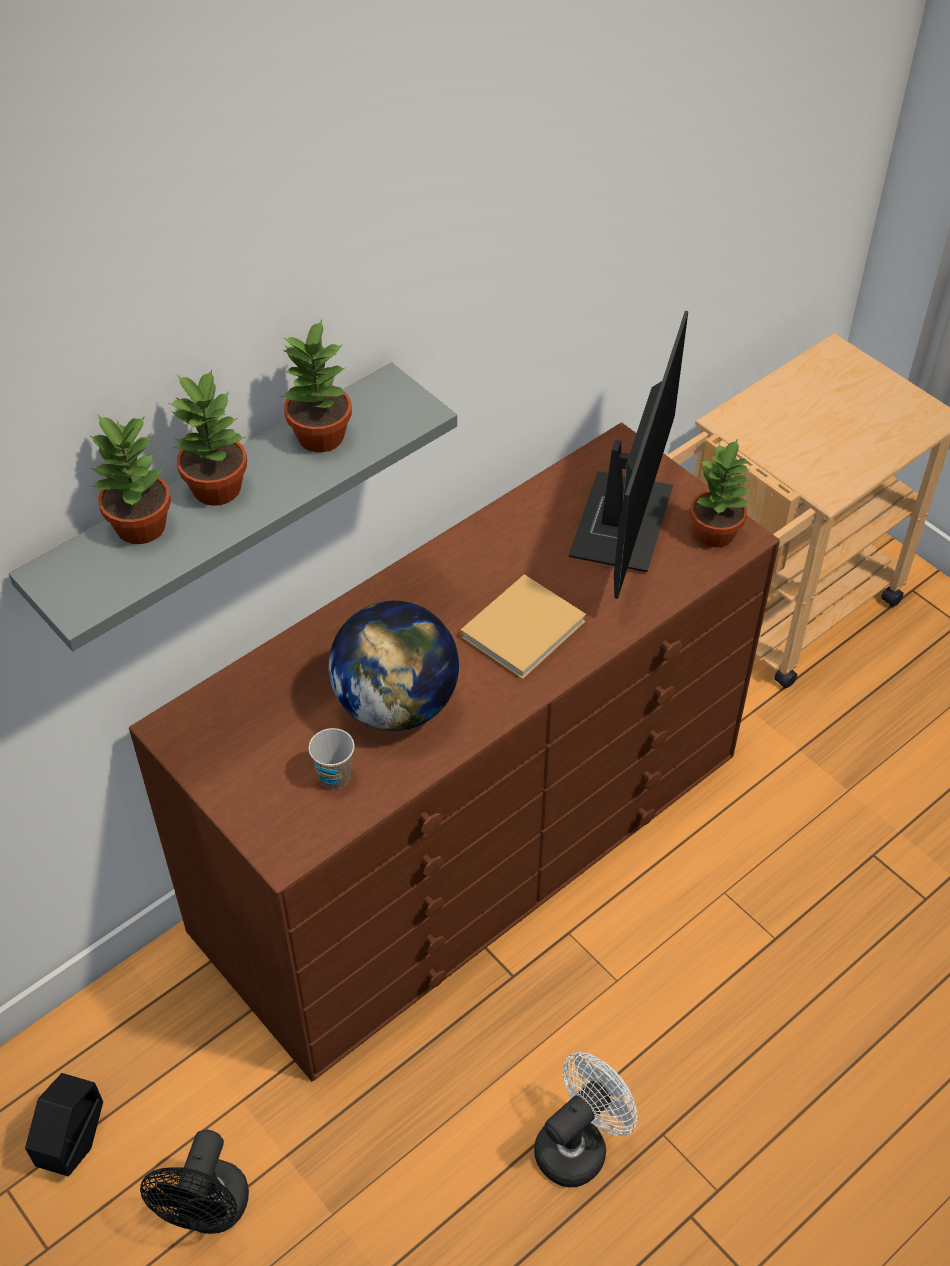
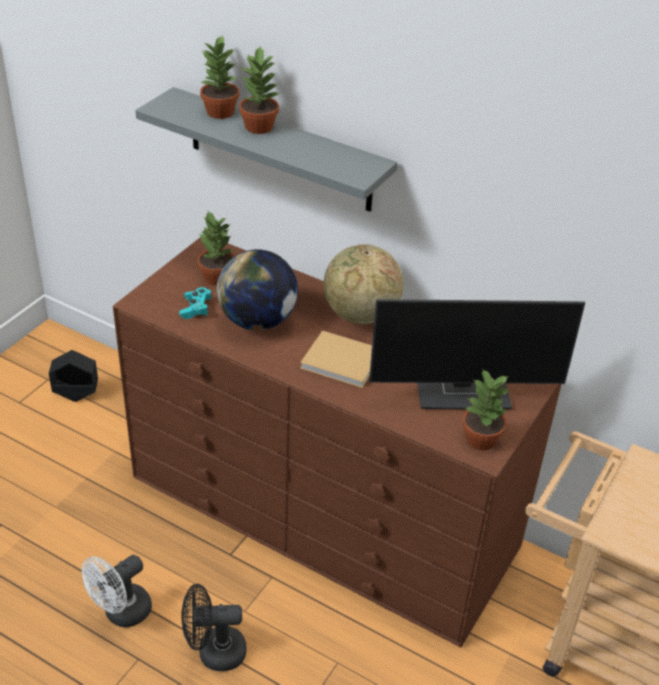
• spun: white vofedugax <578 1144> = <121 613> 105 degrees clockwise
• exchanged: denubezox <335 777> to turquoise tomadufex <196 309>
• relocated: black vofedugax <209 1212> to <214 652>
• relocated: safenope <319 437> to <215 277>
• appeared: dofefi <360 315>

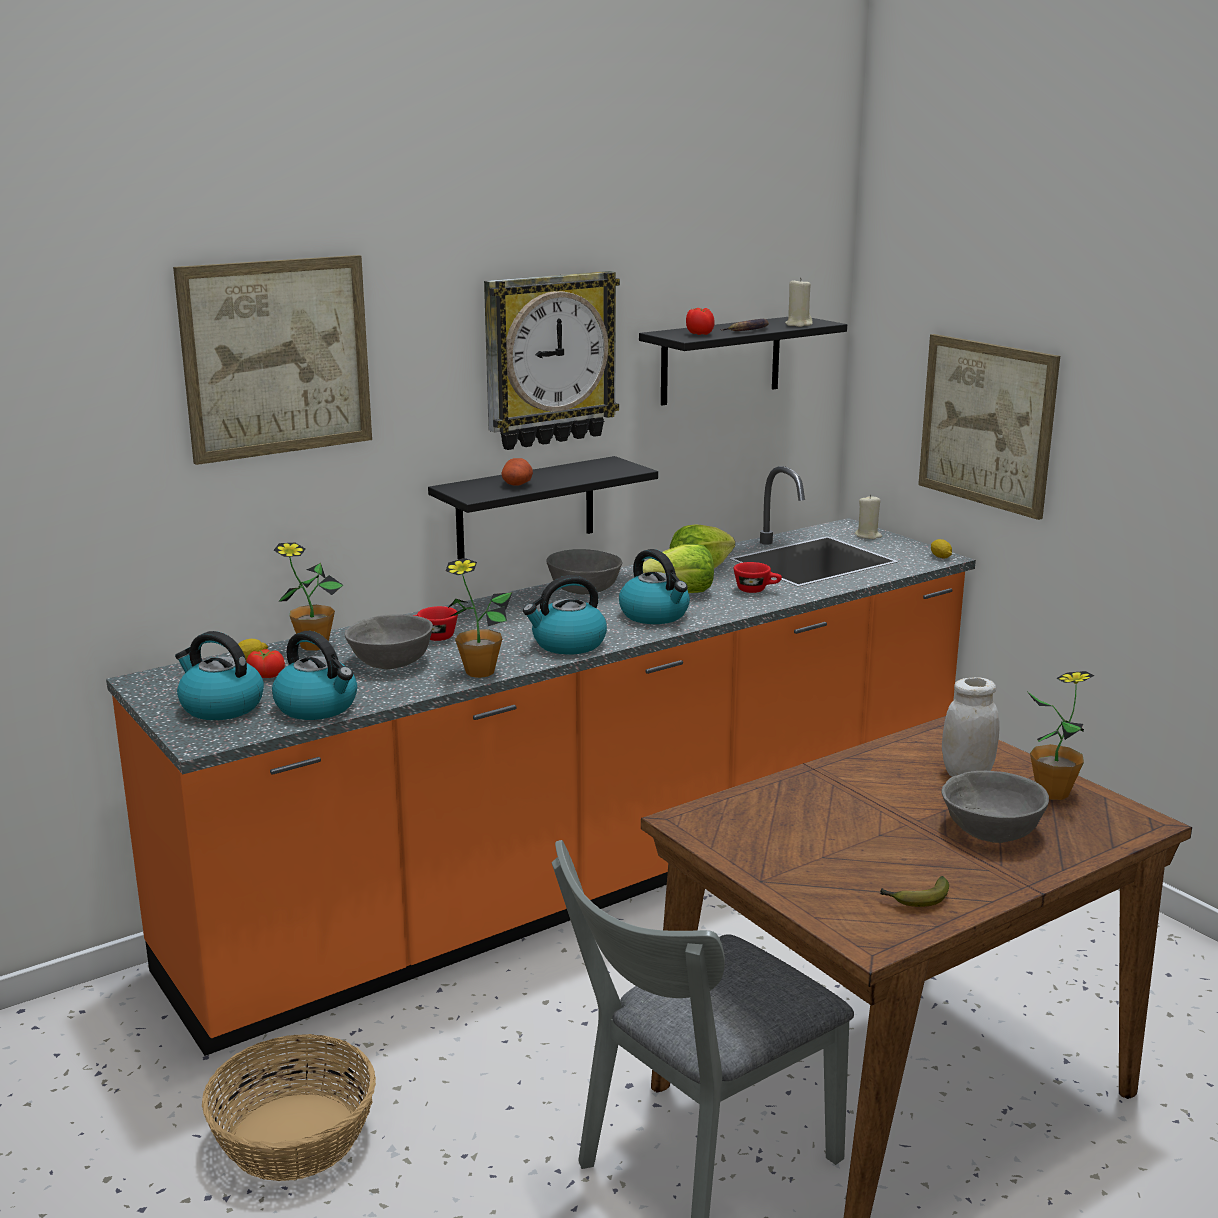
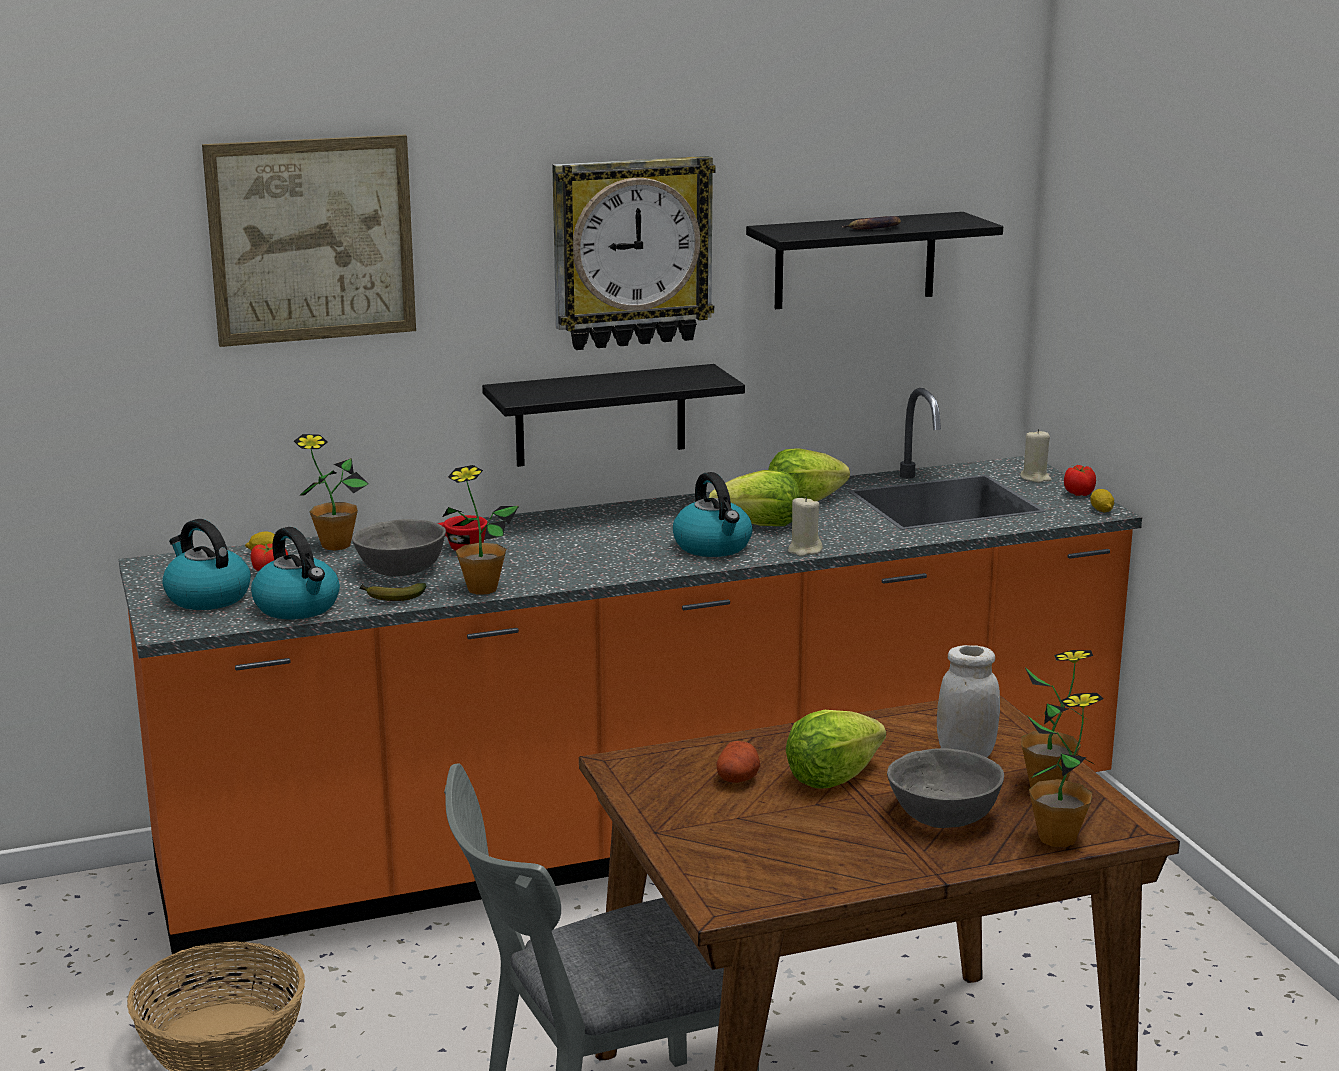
• relocated: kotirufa <916 899> to <391 597>
• relocated: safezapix <517 484> to <738 778>
• appeared: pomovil <832 777>
• relocated: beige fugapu <798 324> to <804 550>
• appeared: safenope <1057 838>
• relocated: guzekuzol <700 334> to <1079 493>
• missing: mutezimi <568 644>
• missing: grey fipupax <584 589>
• missing: red denubezox <757 590>
• missing: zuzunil <987 424>

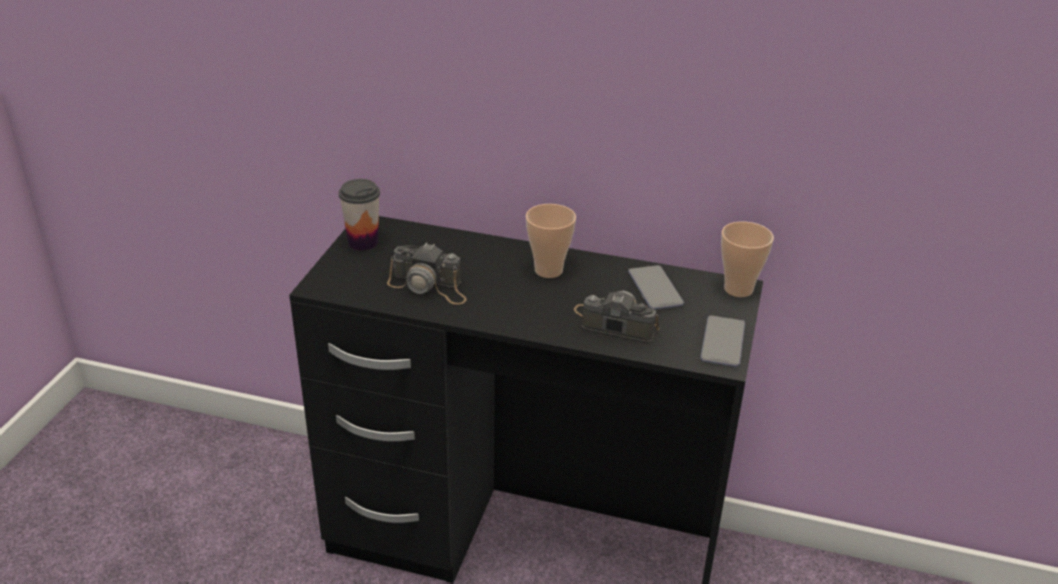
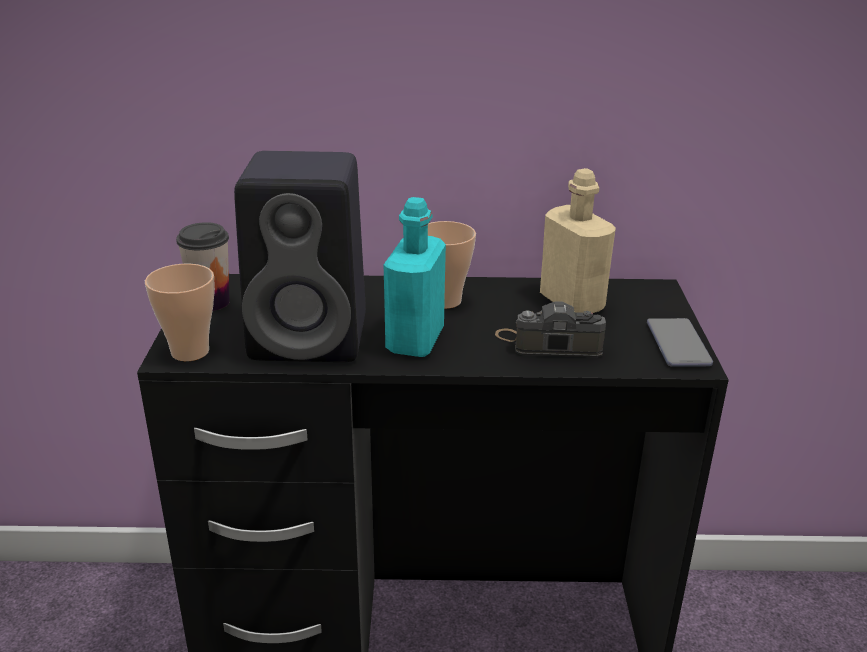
• relocated: denubezox <738 289> to <190 352>
• exchanged: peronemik <429 287> to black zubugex <313 337>
• appeared: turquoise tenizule <415 340>
• exchanged: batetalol <655 289> to beige tenizule <571 302>

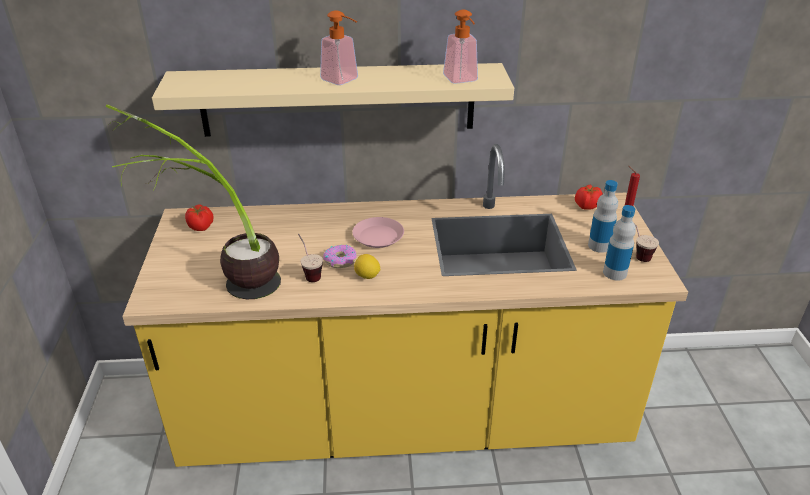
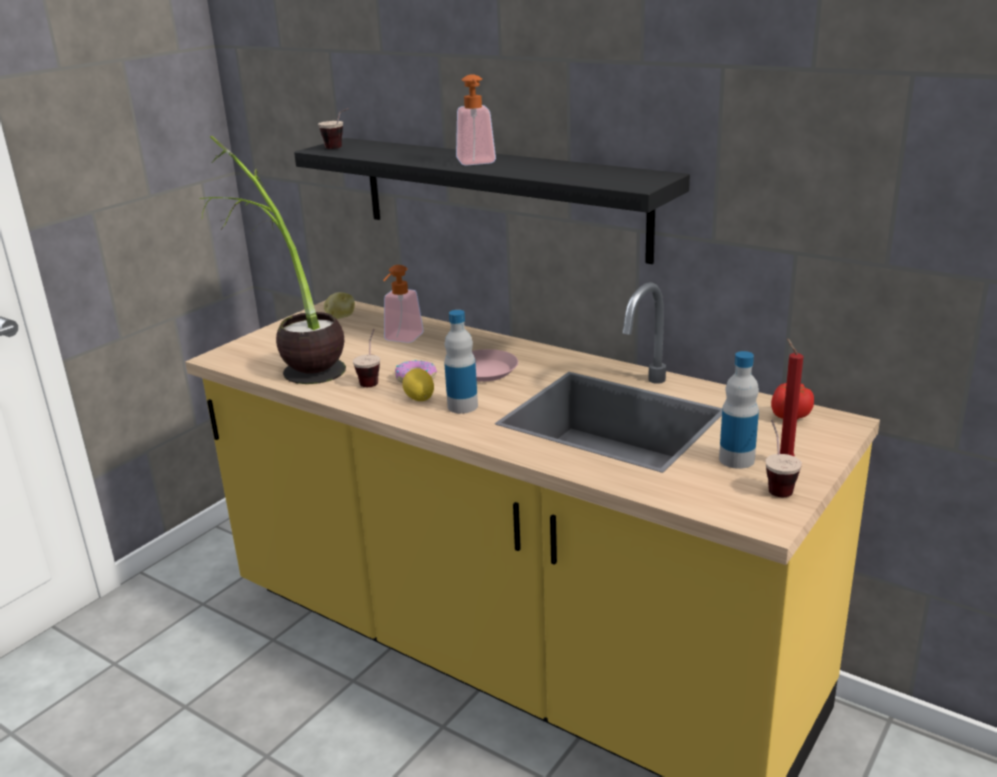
• colour: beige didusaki <338 100> to black didusaki <499 197>
• appeared: denubezox <339 149>
• exchanged: guzekuzol <201 227> to safezapix <340 317>
• relocated: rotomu <462 80> to <401 339>
• relocated: tenizule <614 273> to <462 406>

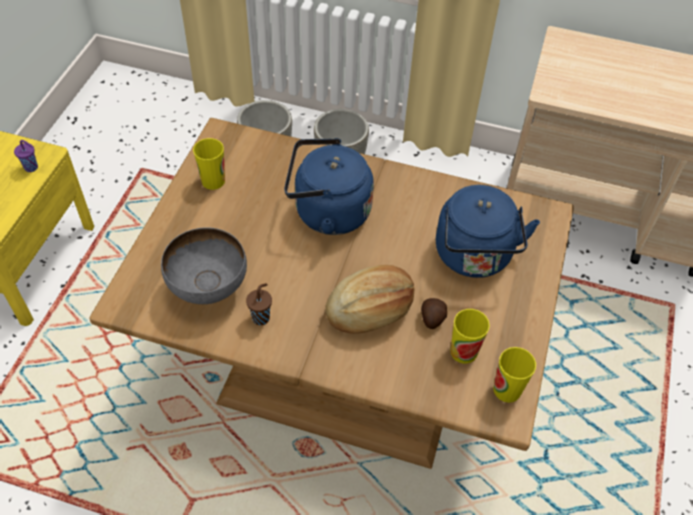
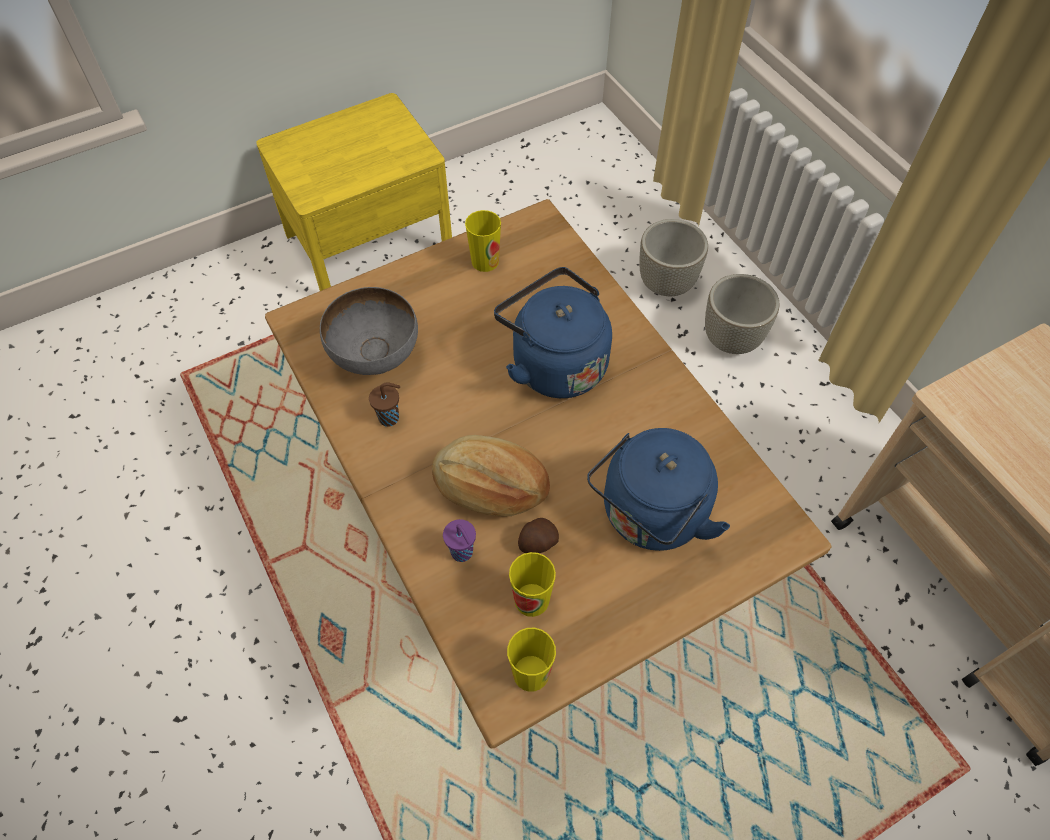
• relocated: purple denubezox <32 168> to <462 553>

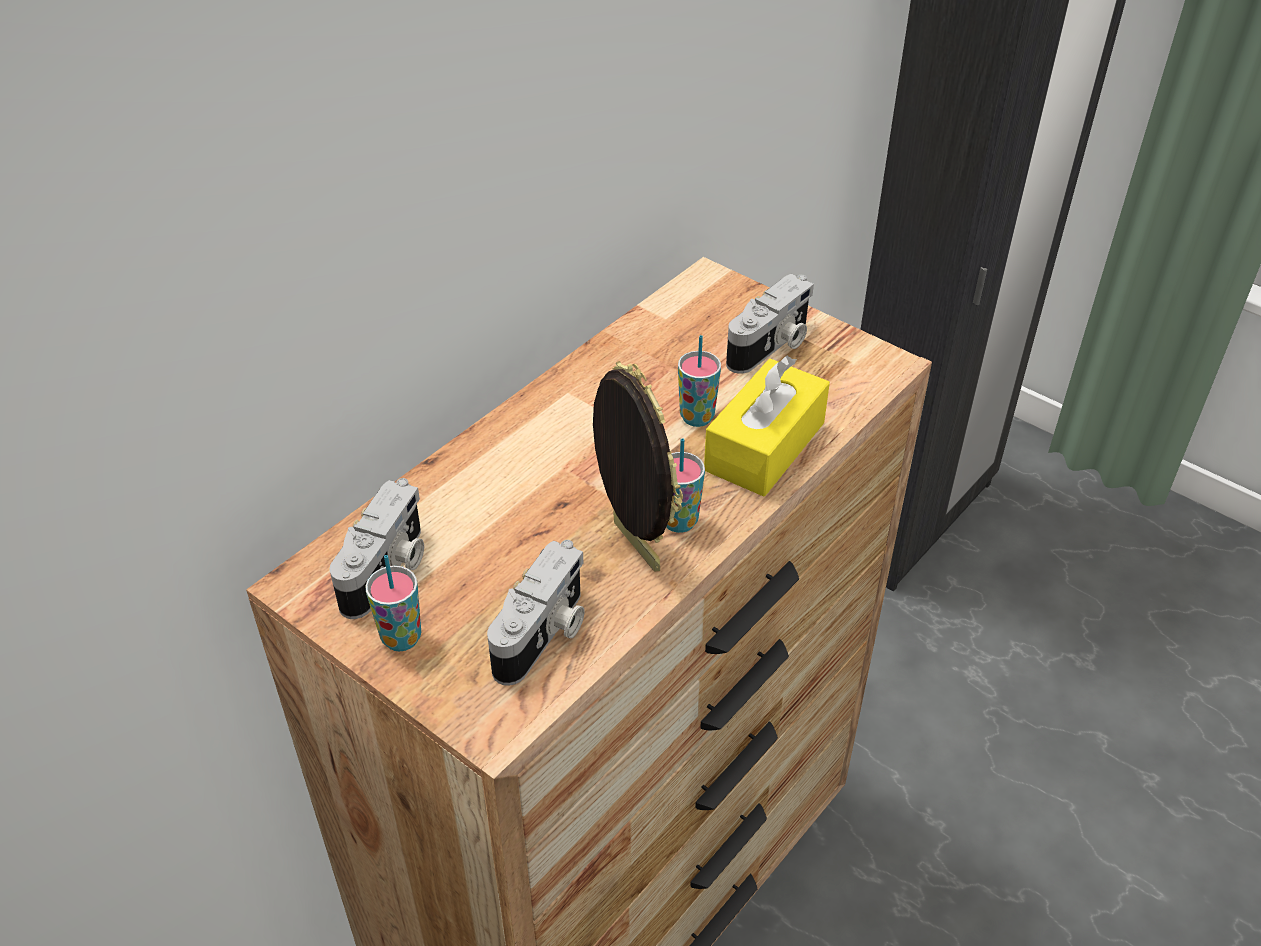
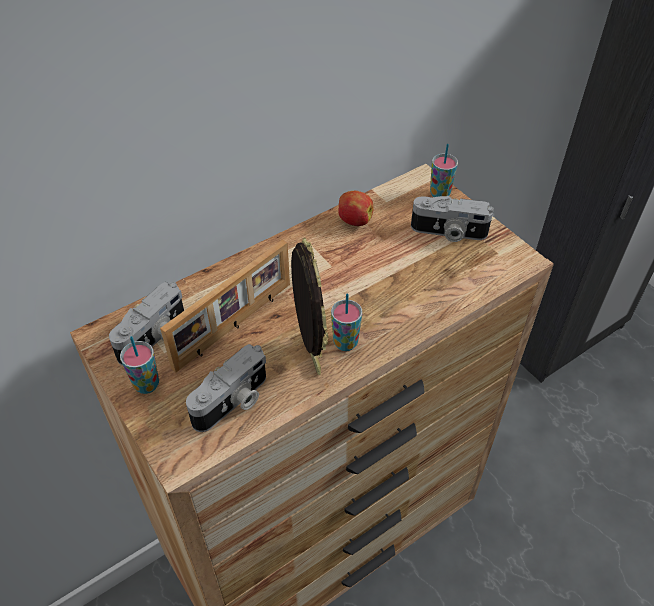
• appeared: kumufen <235 326>
• appeared: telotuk <354 220>
• spun: peronemik <771 346> = <448 233> 45 degrees clockwise
• relocated: denubezox <697 417> to <440 194>
• missing: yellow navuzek <765 446>

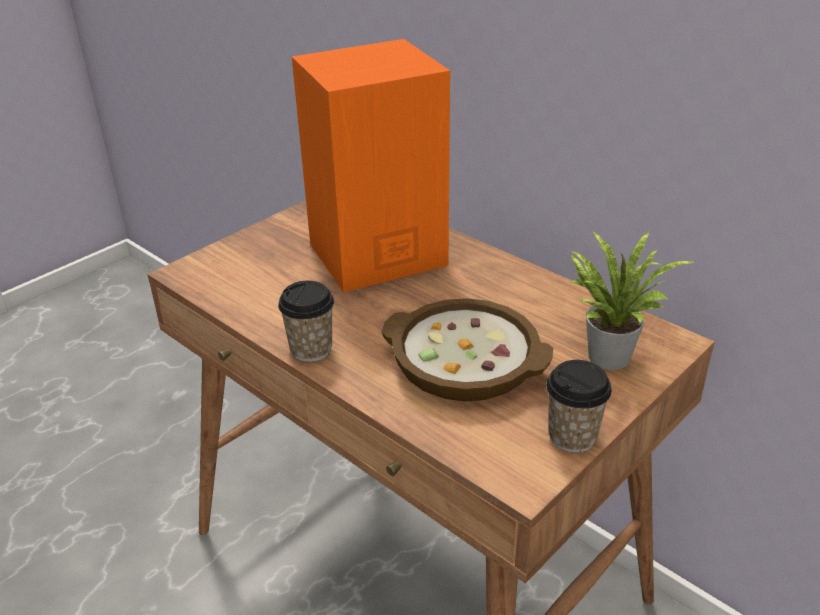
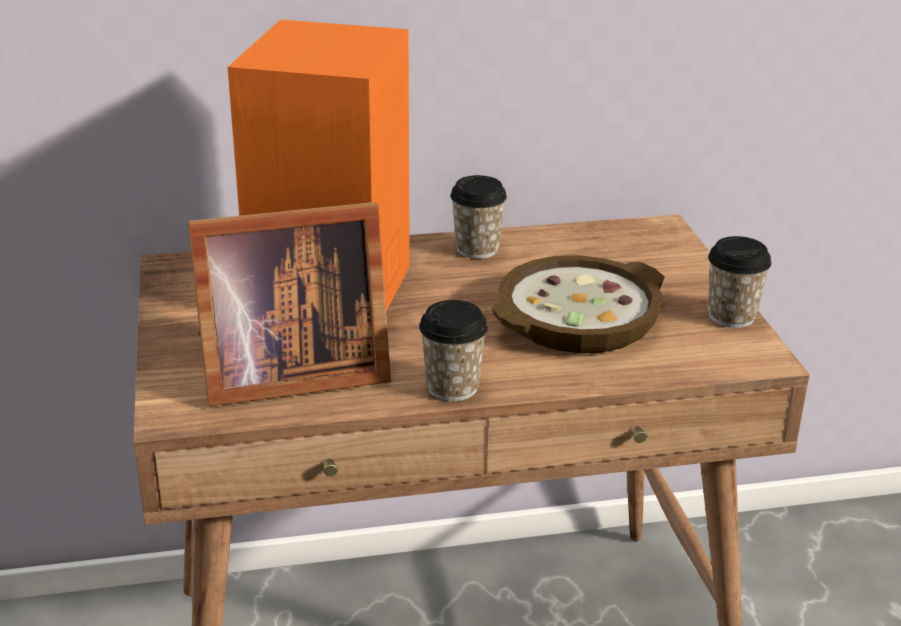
• appeared: kumufen <286 374>
• appeared: denubezox <477 249>
• missing: safenope <607 353>

